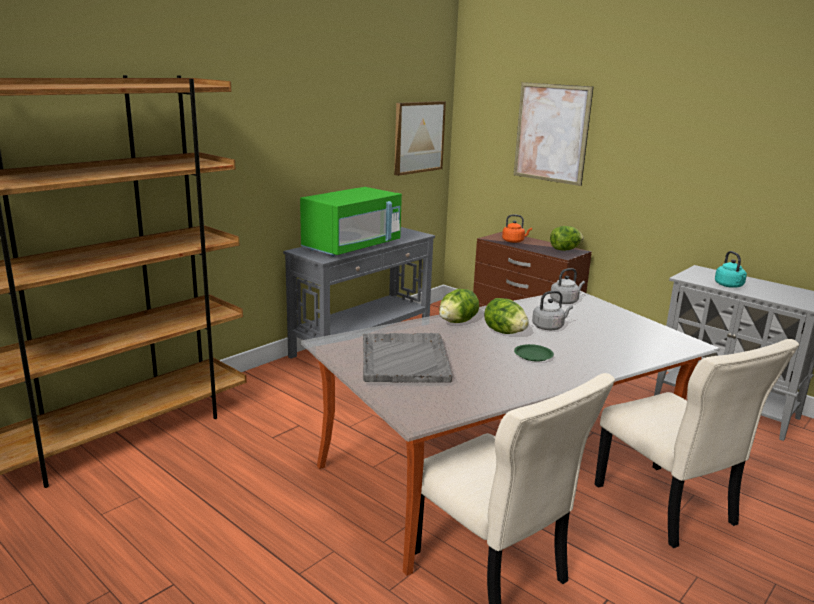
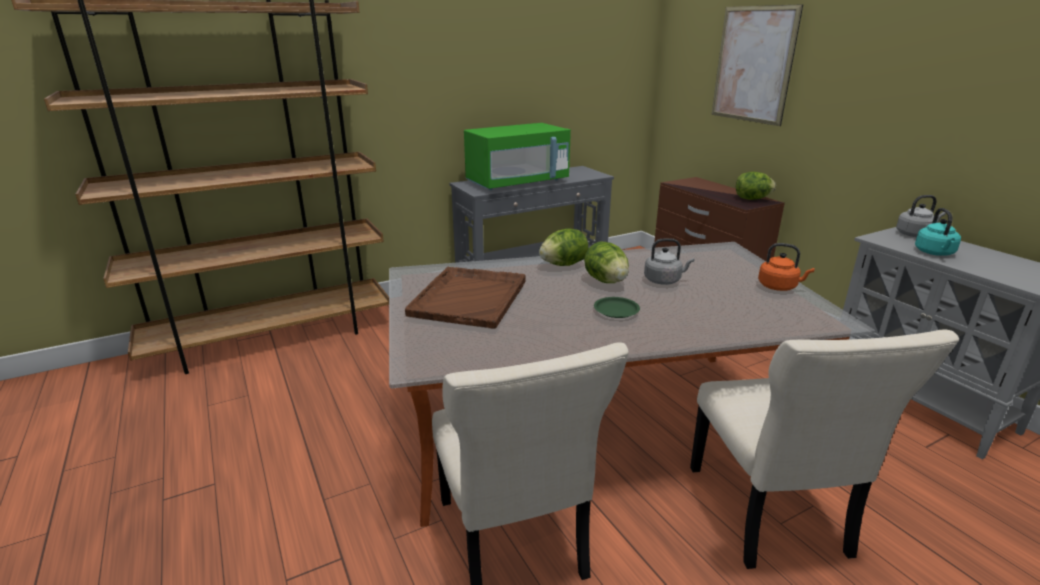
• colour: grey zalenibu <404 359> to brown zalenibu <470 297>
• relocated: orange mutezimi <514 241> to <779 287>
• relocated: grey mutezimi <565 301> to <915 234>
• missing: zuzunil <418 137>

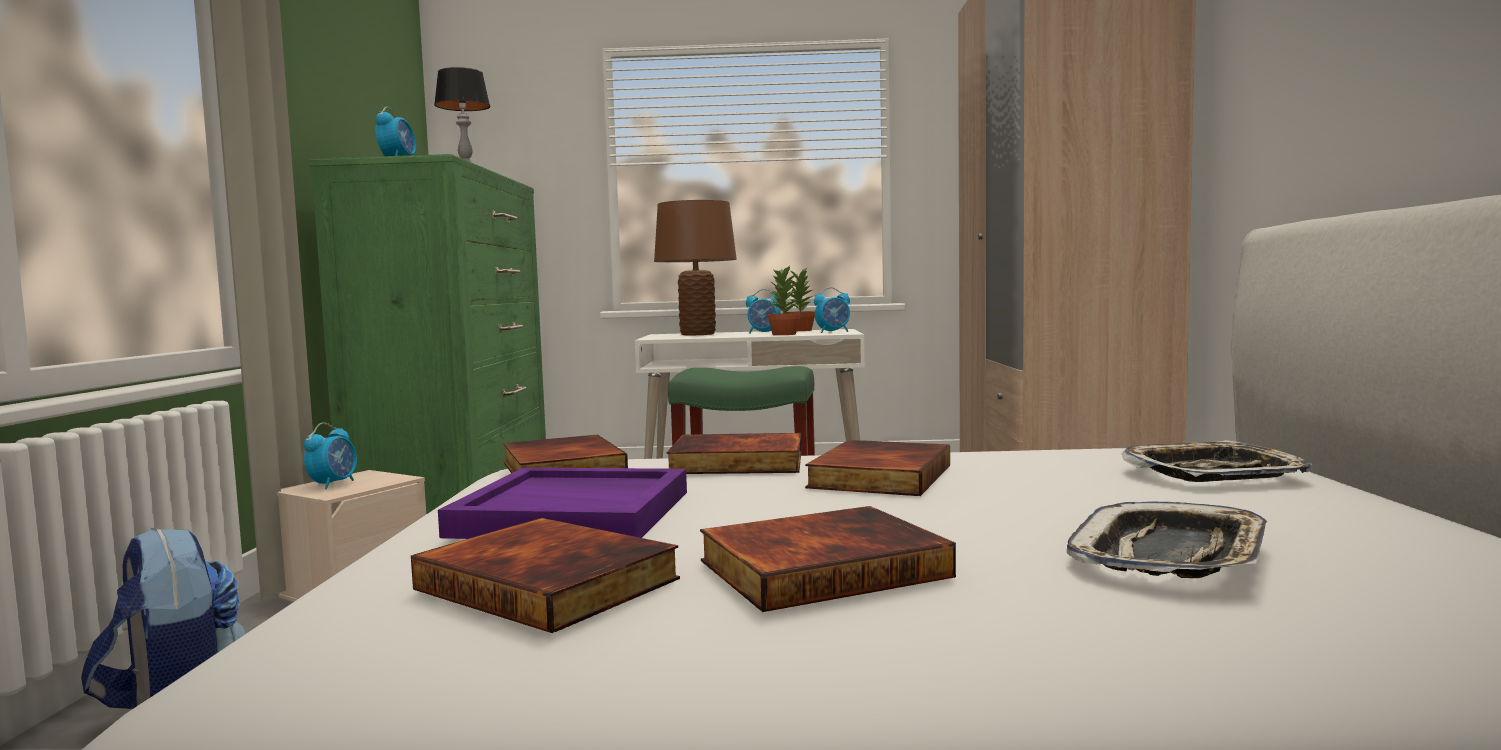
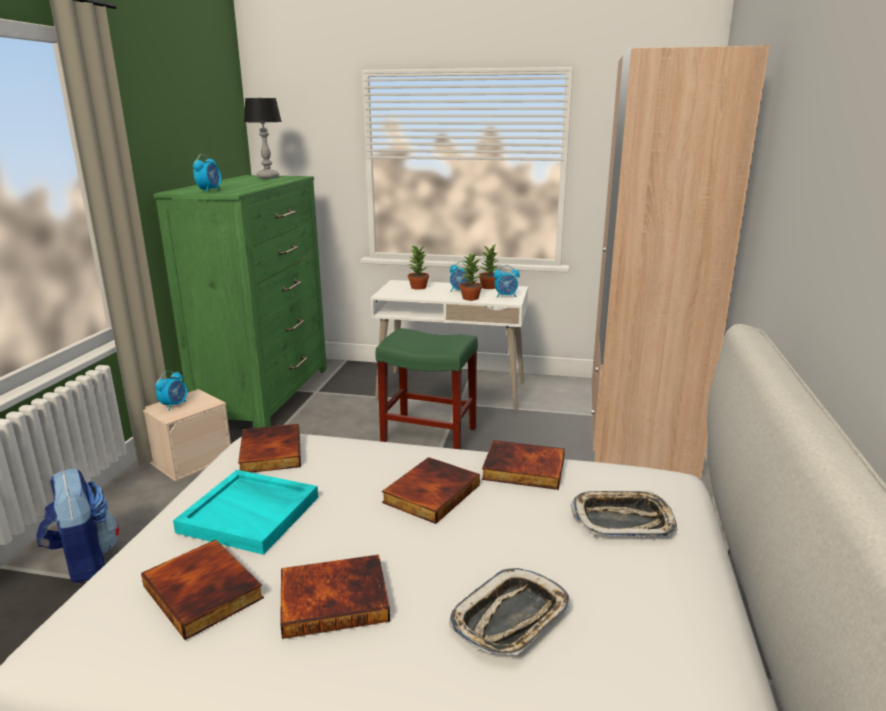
• colour: purple zalenibu <576 513> to turquoise zalenibu <251 514>
• exchanged: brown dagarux <697 334> to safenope <418 287>
• relocated: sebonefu <736 463> to <523 470>

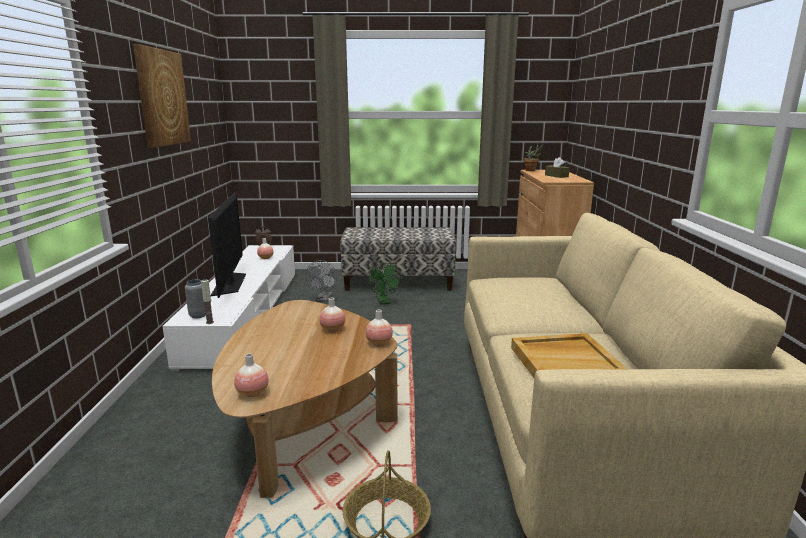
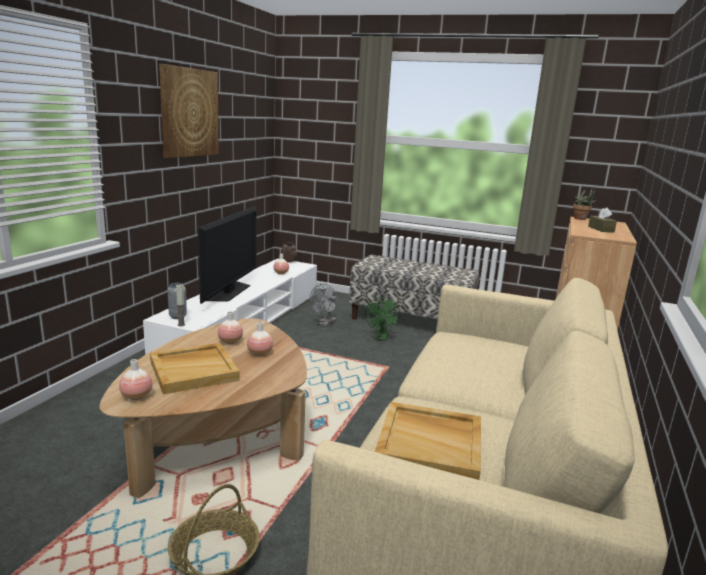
• appeared: beige zalenibu <194 370>
• relocated: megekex <379 343> to <230 341>

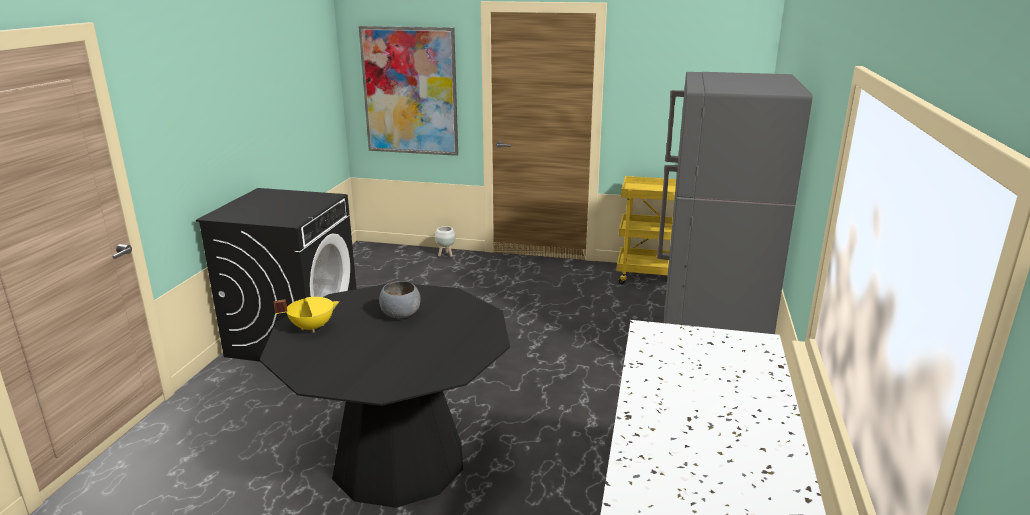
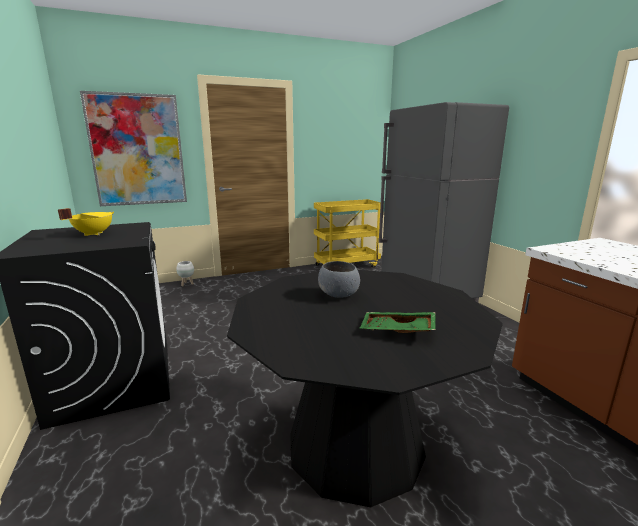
• relocated: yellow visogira <311 327> to <93 234>
• appeared: green zalenibu <397 331>

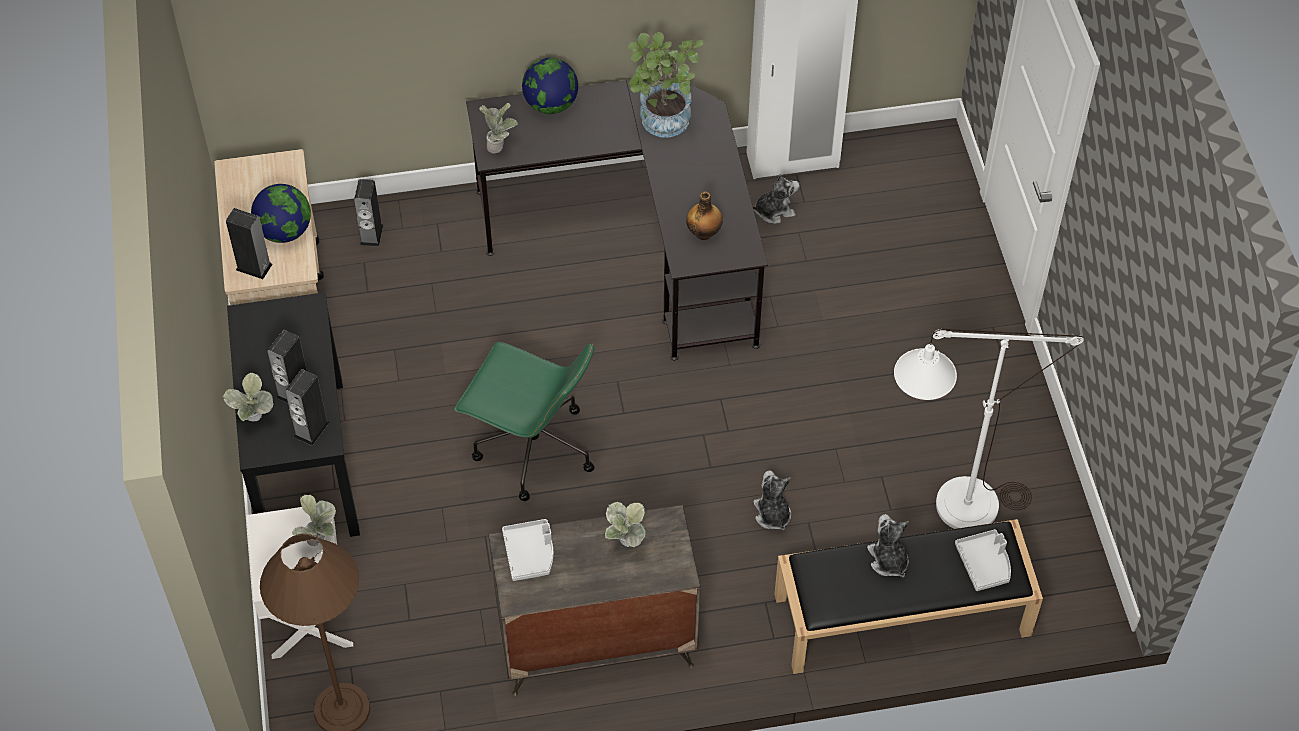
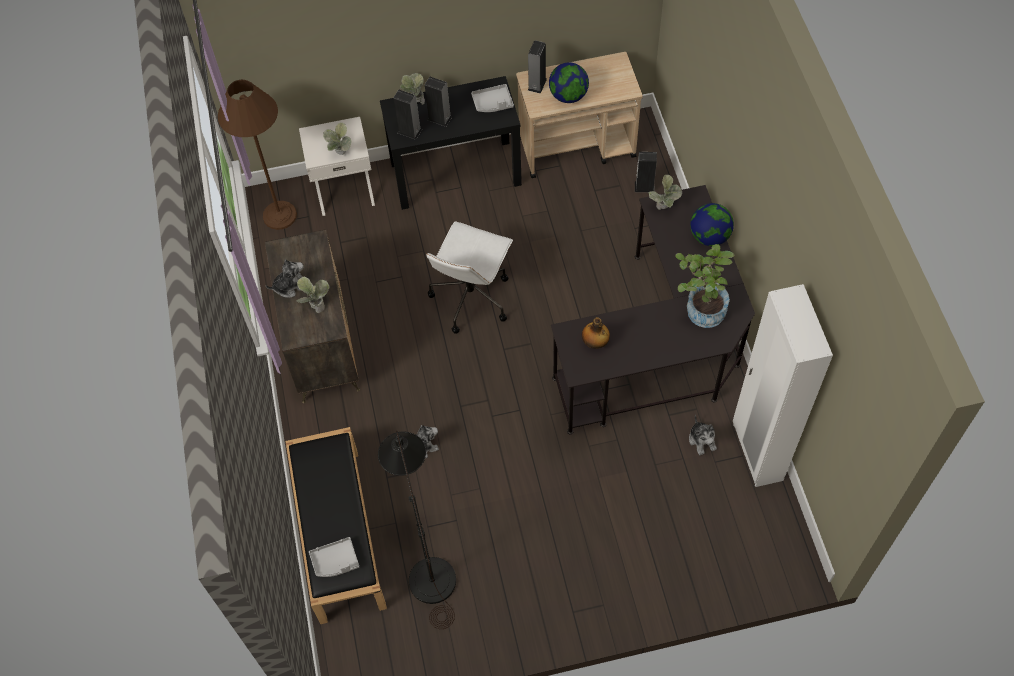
• relocated: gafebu <888 560> to <289 286>
• colour: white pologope <949 508> to black pologope <429 567>
• colour: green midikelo <532 448> to white midikelo <471 297>
• relocated: grey zalenibu <530 554> to <493 103>

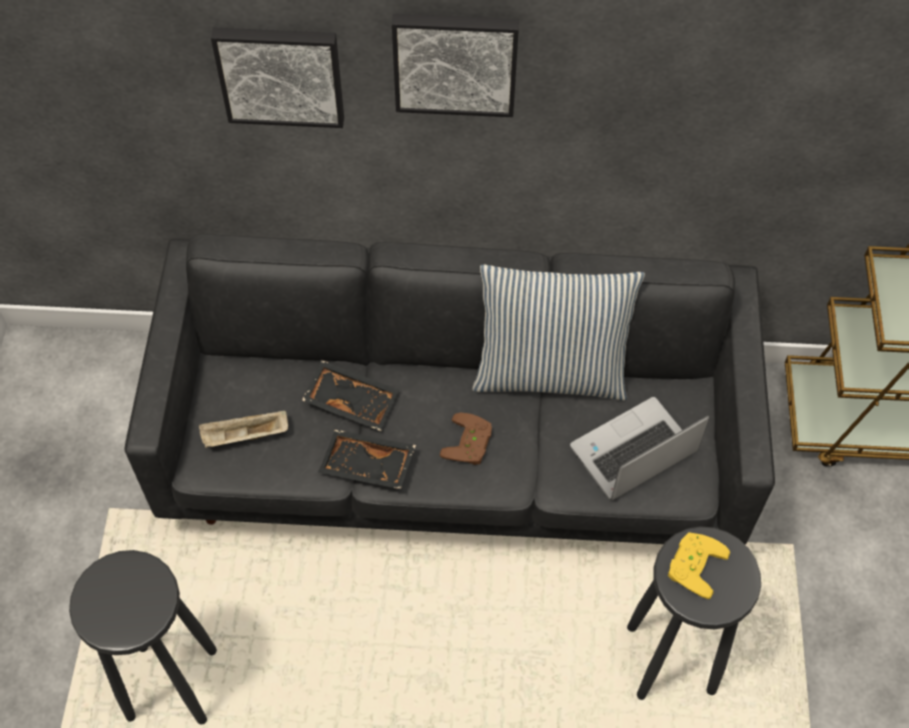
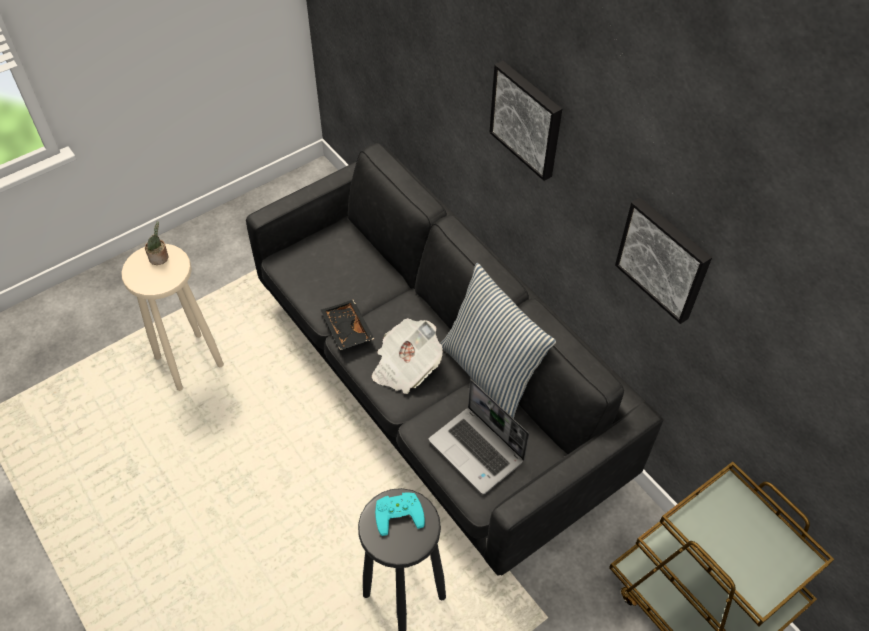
• colour: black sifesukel <171 683> to beige sifesukel <189 361>
• appeared: safenope <160 258>
• exchanged: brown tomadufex <470 443> to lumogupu <405 367>
• colour: yellow tomadufex <692 564> to turquoise tomadufex <398 512>
• spun: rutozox <633 452> = <477 451> 150 degrees counterclockwise
• relocated: zuzunil <281 74> to <664 259>
• missing: beige zalenibu <245 436>
• missing: black zalenibu <352 400>

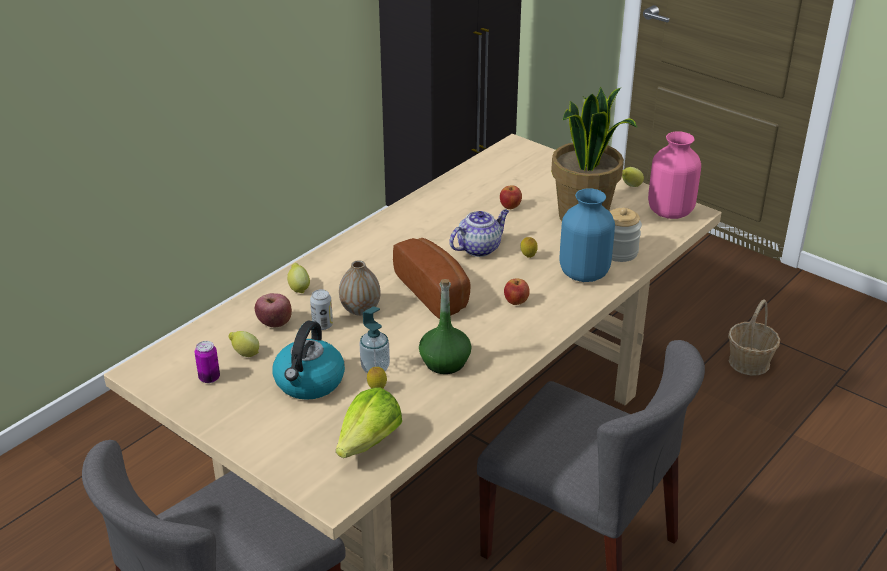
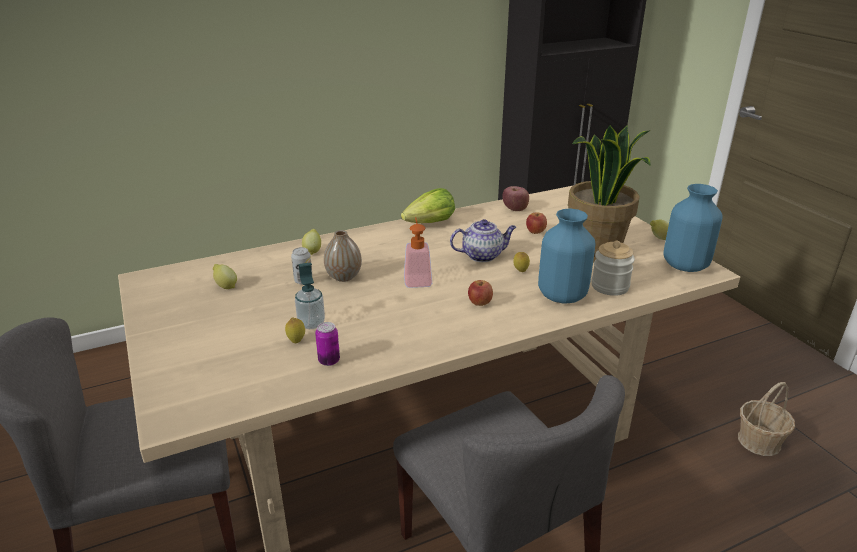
• relocated: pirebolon <209 378> to <329 361>
• relocated: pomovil <369 442> to <430 223>
• exchanged: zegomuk <436 291> to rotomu <417 278>
• relocated: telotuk <275 323> to <515 209>
• colour: pink megekex <670 211> to blue megekex <686 265>
• missing: mutezimi <309 382>
• missing: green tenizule <444 362>

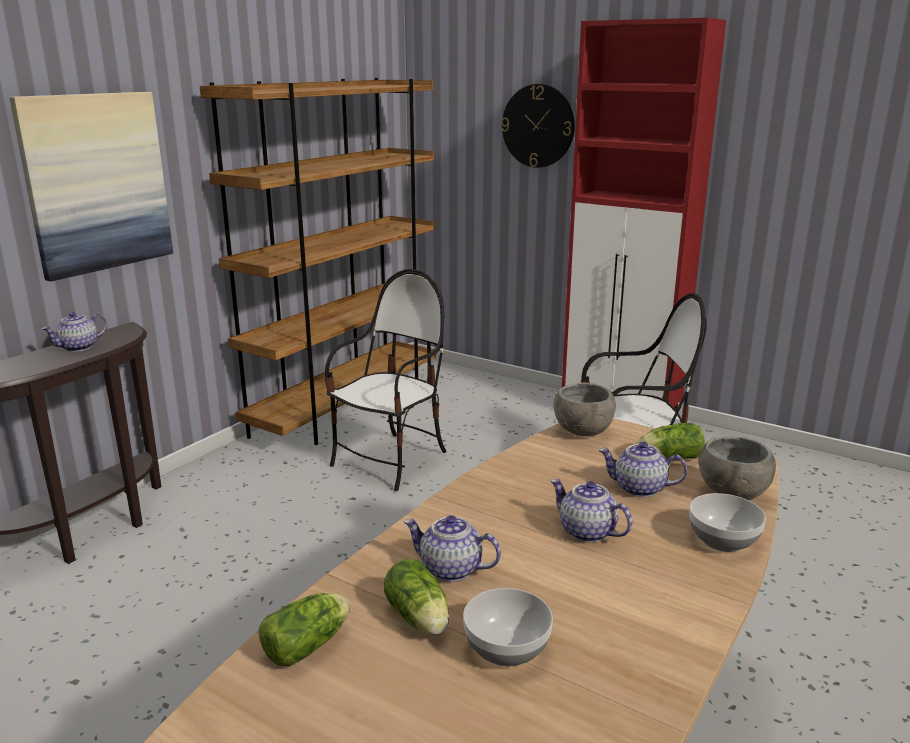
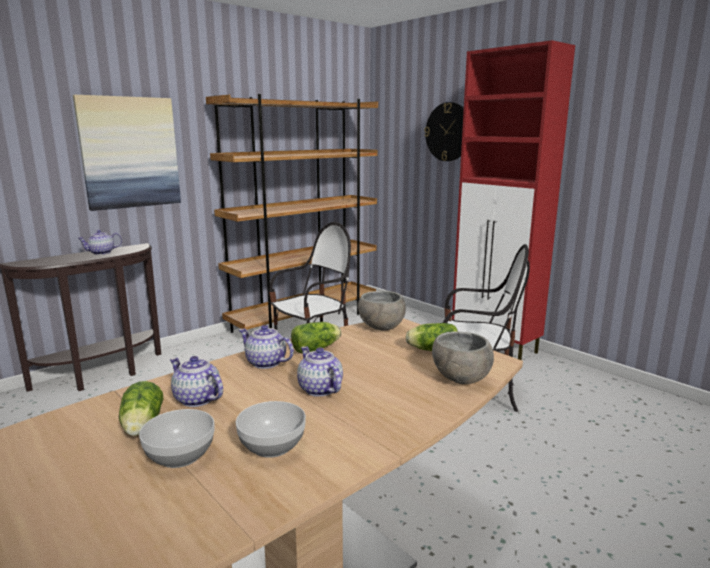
• relocated: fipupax <724 540> to <273 445>
• relocated: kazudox <639 488> to <265 363>
• relocated: pomovil <309 644> to <317 348>

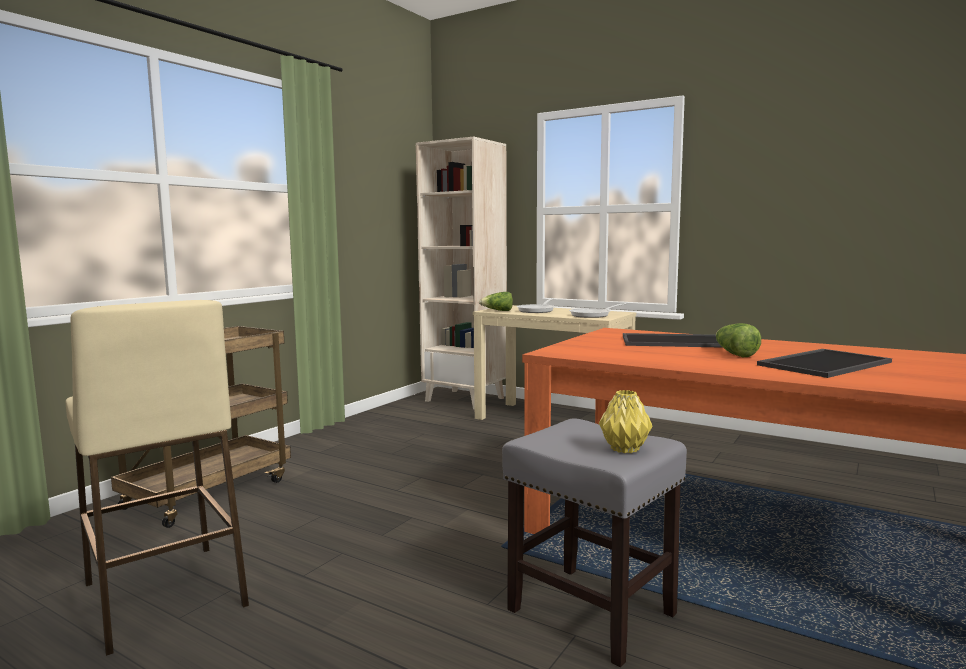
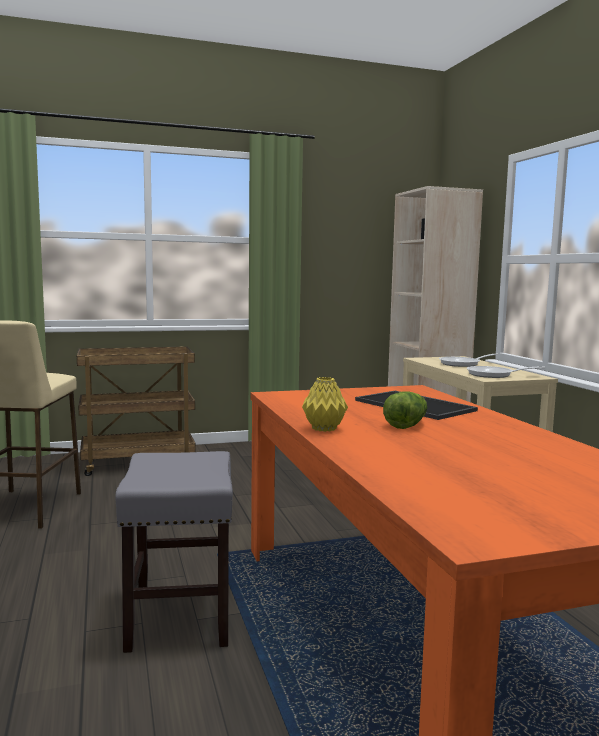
• relocated: yellow megekex <625 449> to <323 429>
• missing: pomovil <498 311>
• missing: zalenibu <823 363>

